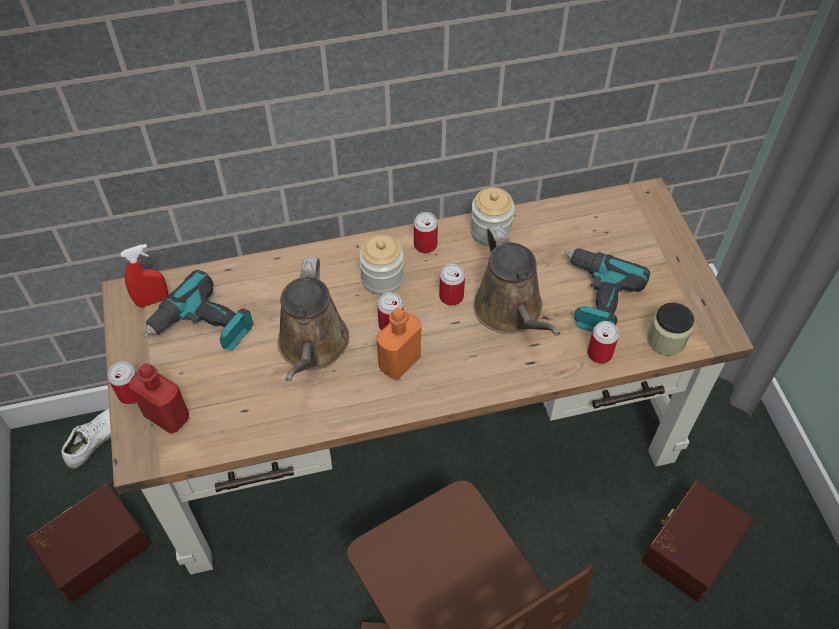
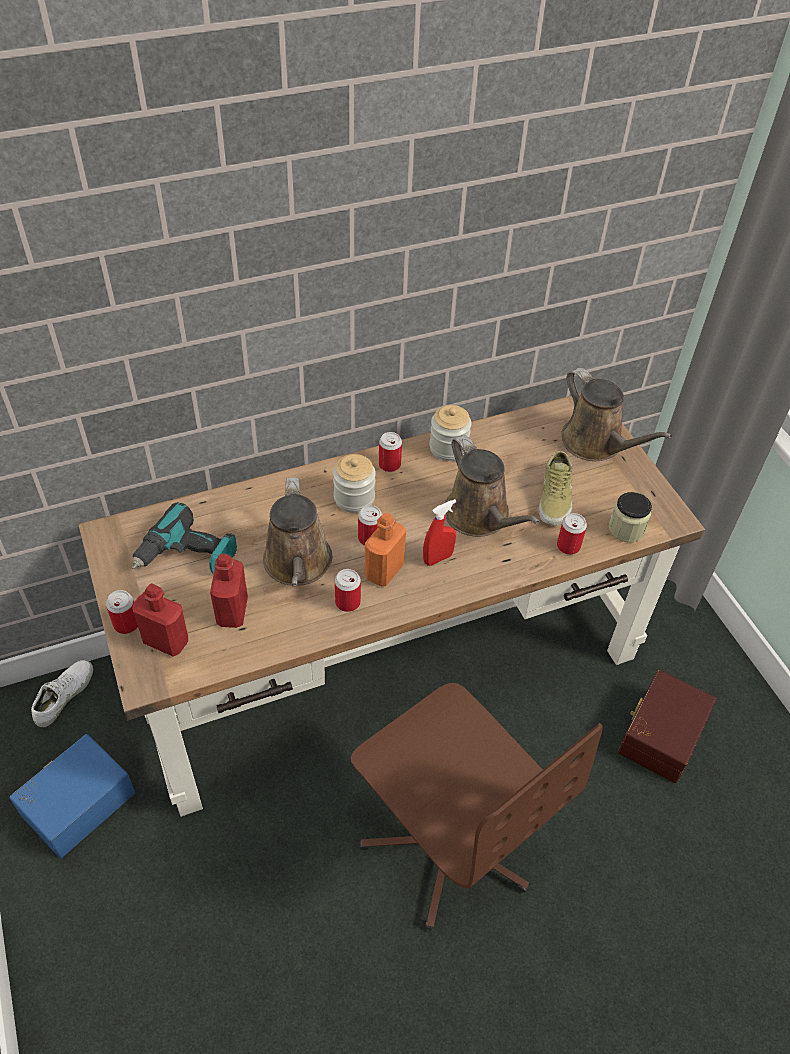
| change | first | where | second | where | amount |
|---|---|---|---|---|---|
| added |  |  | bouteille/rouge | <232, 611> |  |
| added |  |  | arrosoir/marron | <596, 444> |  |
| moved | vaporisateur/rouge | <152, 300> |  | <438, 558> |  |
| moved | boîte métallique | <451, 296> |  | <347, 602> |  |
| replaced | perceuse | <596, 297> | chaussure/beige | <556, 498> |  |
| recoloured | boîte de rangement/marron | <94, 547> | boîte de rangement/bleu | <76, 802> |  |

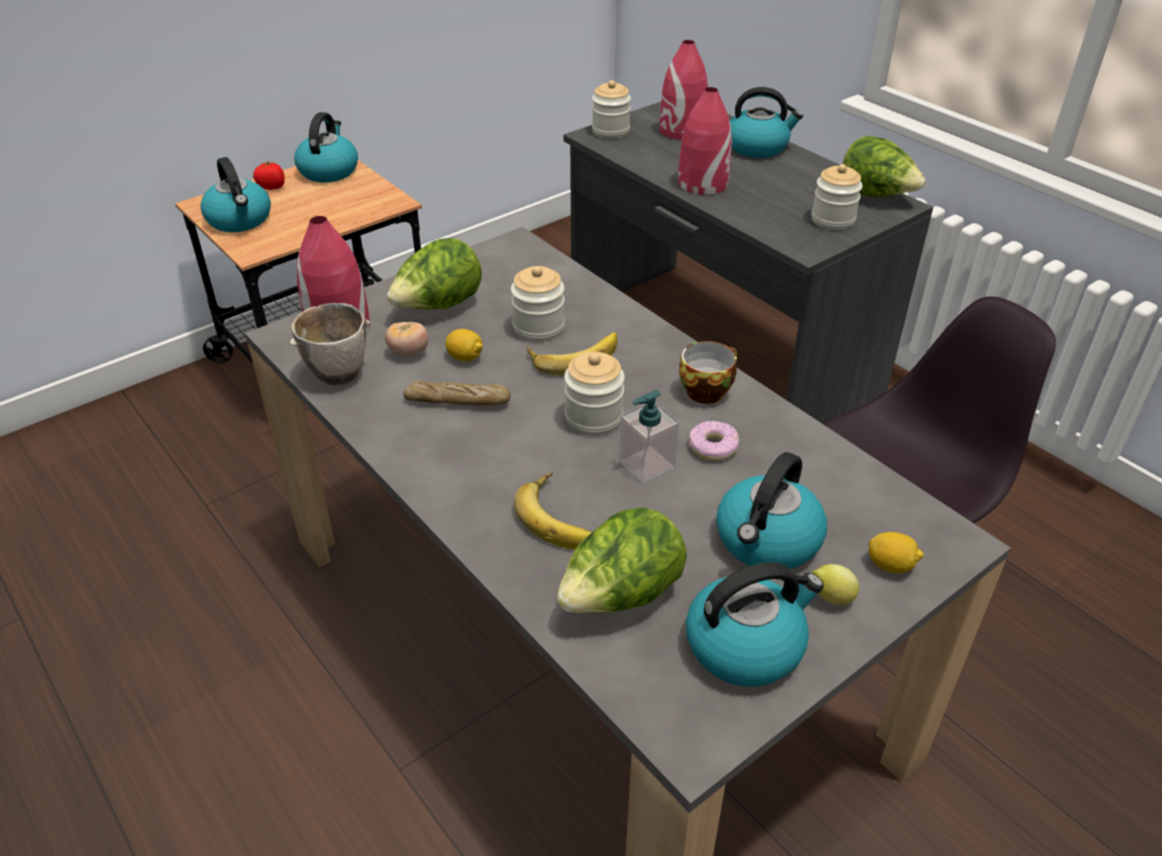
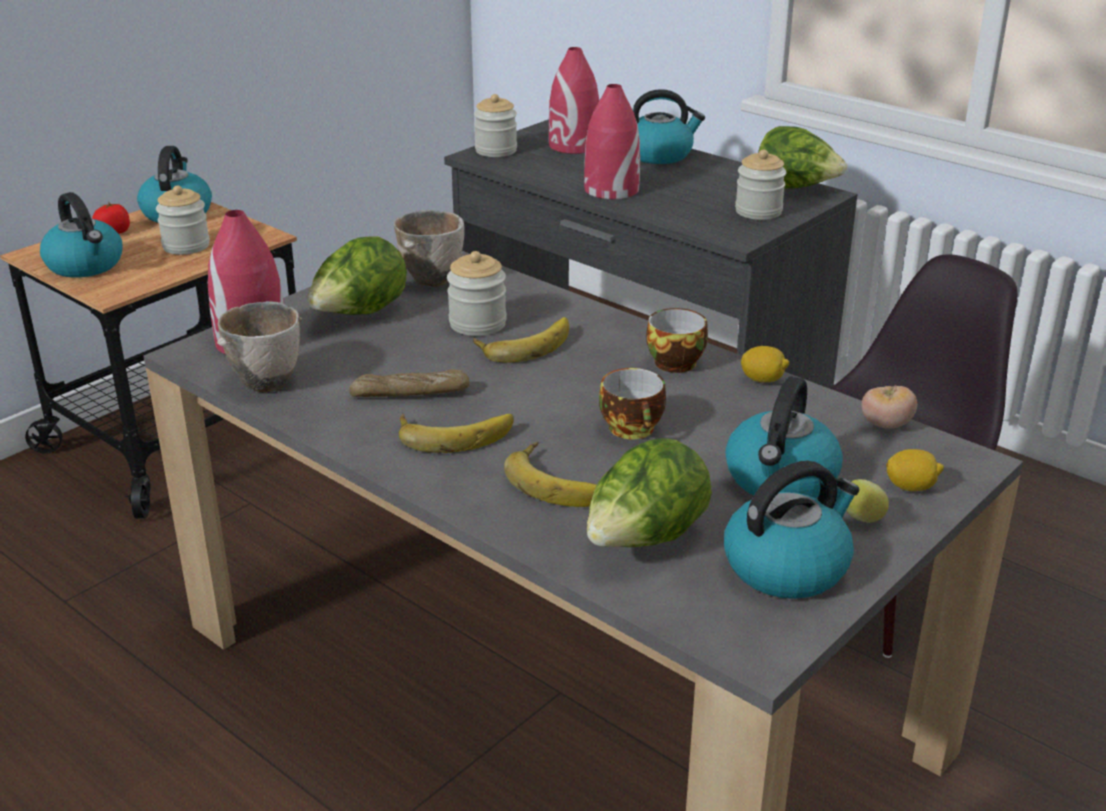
| change | first | where | second | where | amount |
|---|---|---|---|---|---|
| removed | beignet | <713, 447> |  |  |  |
| added |  |  | bol | <434, 279> |  |
| added |  |  | banane | <455, 433> |  |
| moved | tomate | <409, 353> |  | <886, 424> |  |
| moved | citron | <465, 357> |  | <763, 379> |  |
| moved | bocal | <594, 418> |  | <186, 246> |  |
| replaced | distributeur de savon | <646, 465> | tasse | <634, 429> |  |

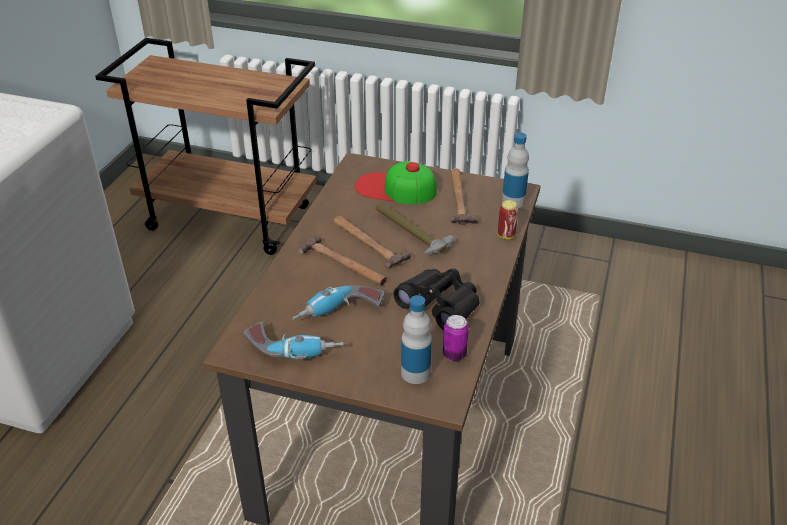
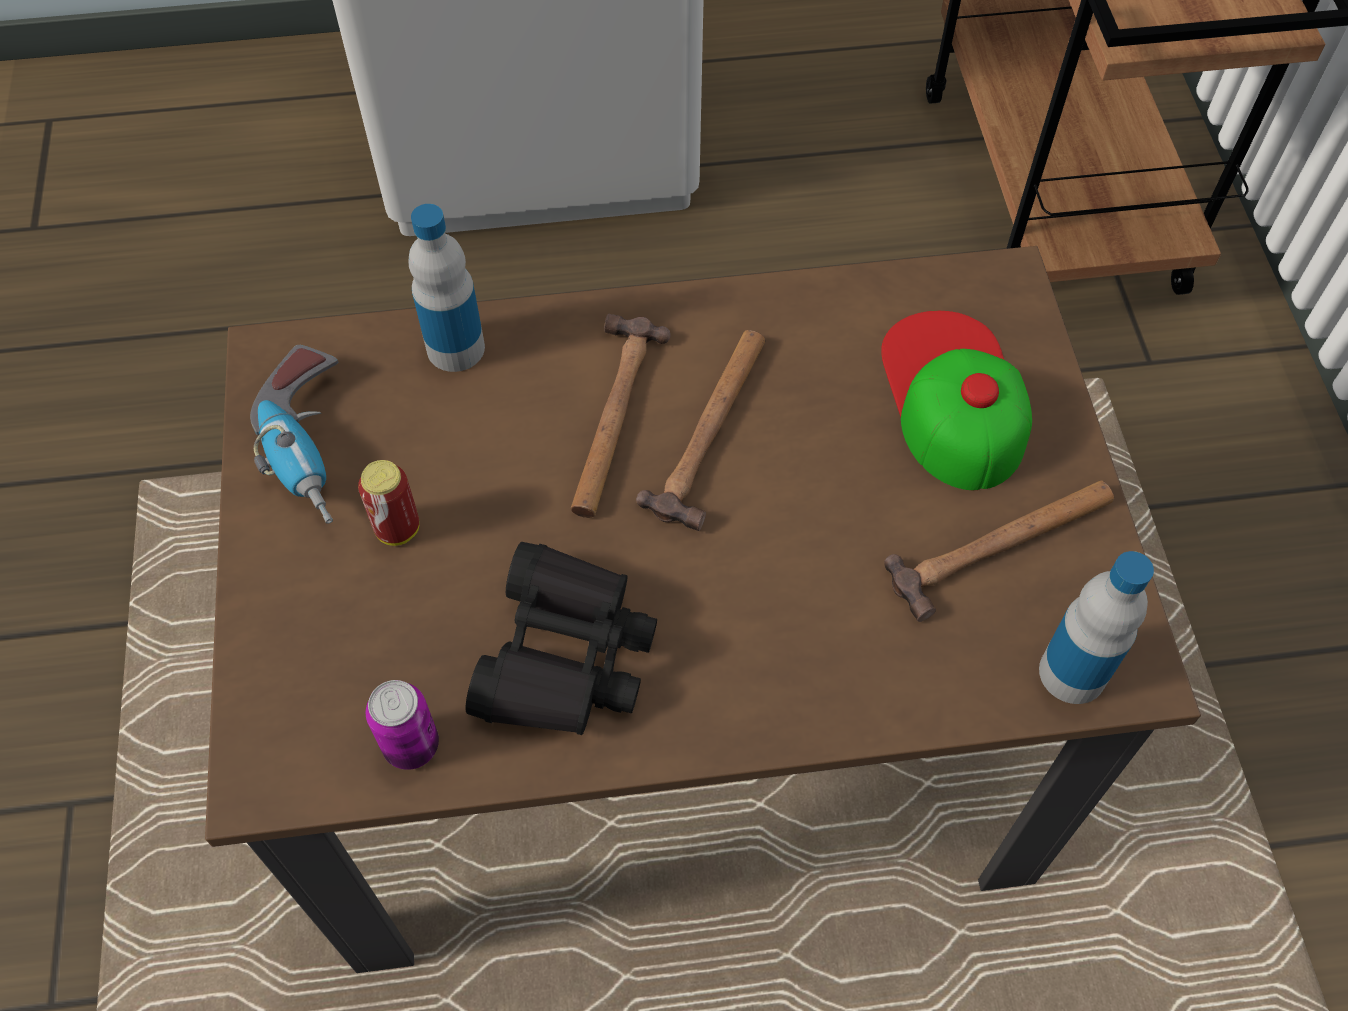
| change | first | where | second | where | amount |
|---|---|---|---|---|---|
| removed | perceuse | <338, 313> |  |  |  |
| removed | marteau | <410, 233> |  |  |  |
| moved | bouteille | <415, 373> |  | <455, 348> |  |
| moved | boîte métallique | <506, 235> |  | <398, 529> |  |

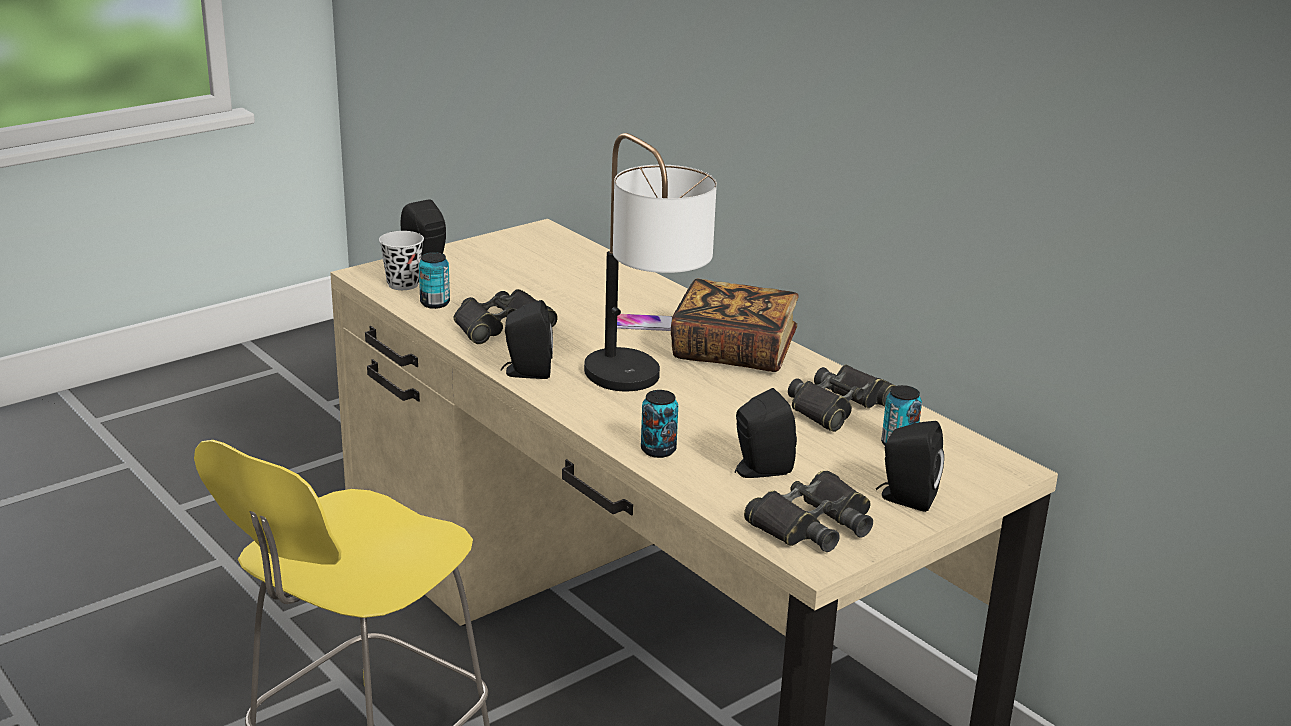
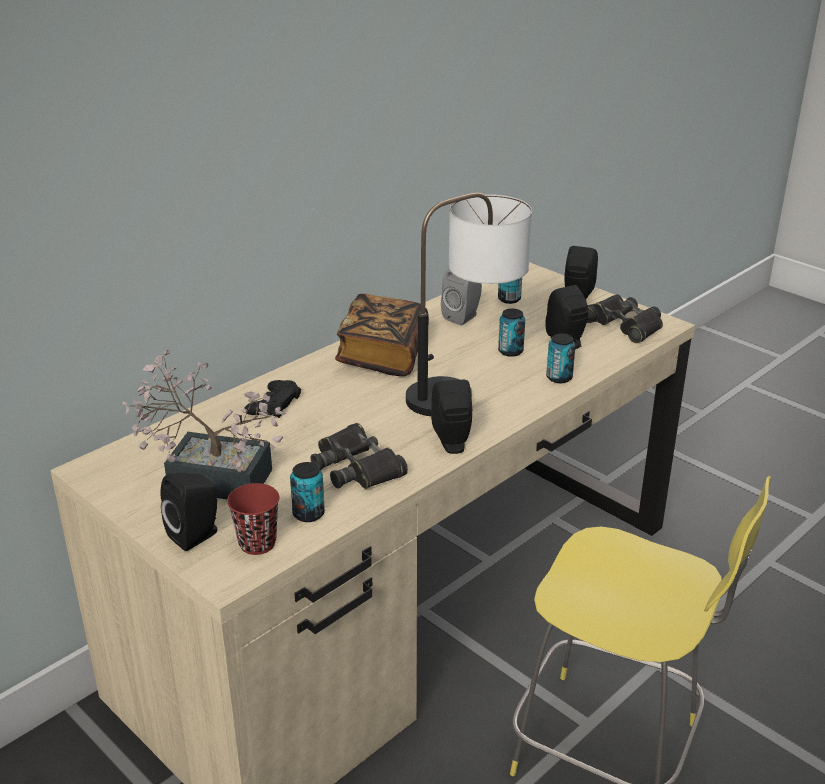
| change | first | where | second | where | amount |
|---|---|---|---|---|---|
| removed | téléphone | <640, 324> |  |  |  |
| added |  |  | plante en pot | <209, 477> |  |
| added |  |  | manette/noir | <274, 404> |  |
| added |  |  | boîte métallique | <510, 351> |  |
| replaced | jumelles/noir | <837, 407> | enceinte/gris | <463, 317> |  |
| recoloured | tasse/noir | <403, 284> | tasse/rouge | <257, 543> |  |

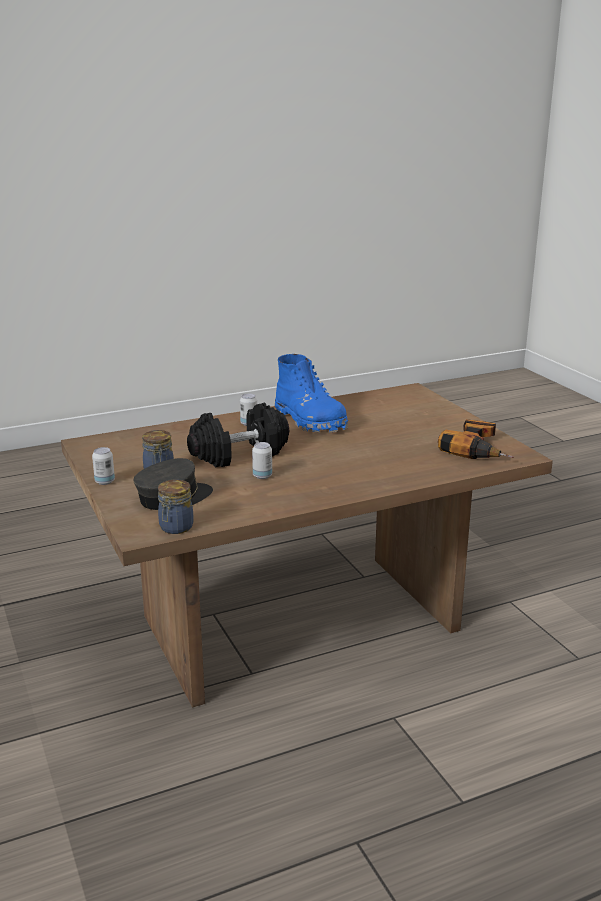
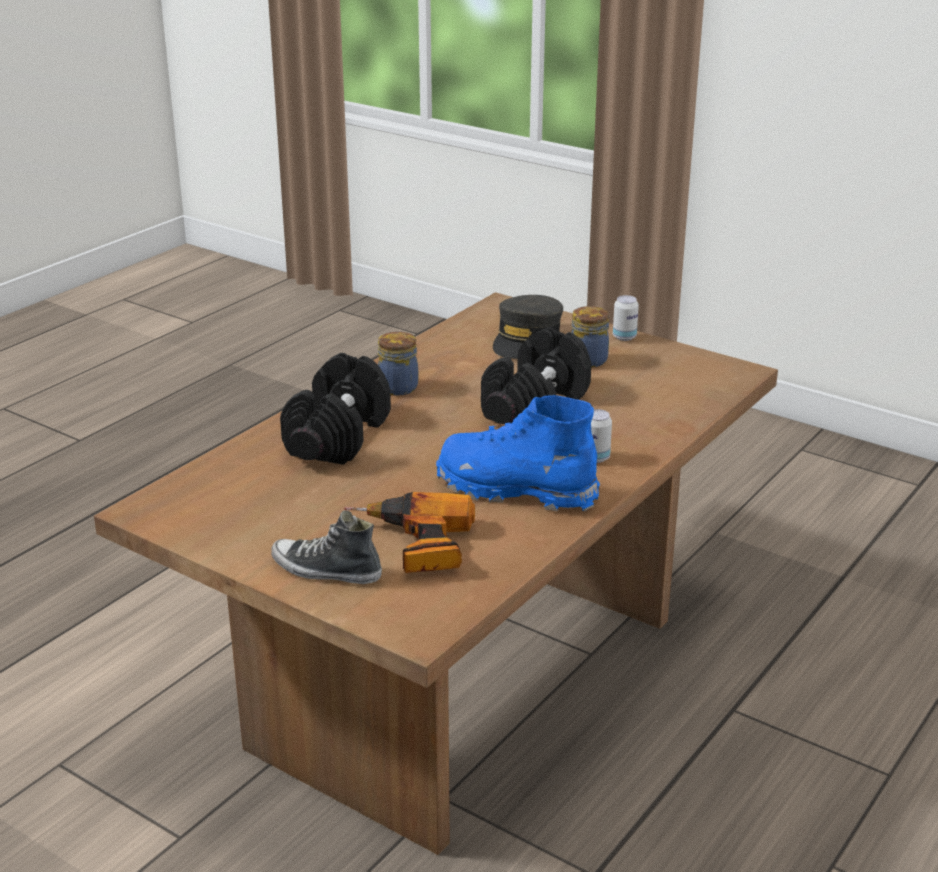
| change | first | where | second | where | amount |
|---|---|---|---|---|---|
| removed | boîte métallique | <262, 476> |  |  |  |
| added |  |  | chaussure | <326, 571> |  |
| added |  |  | haltère/noir | <338, 437> |  |
| moved | bocal | <175, 528> |  | <398, 387> |  |
| moved | perceuse | <478, 449> |  | <415, 547> |  |

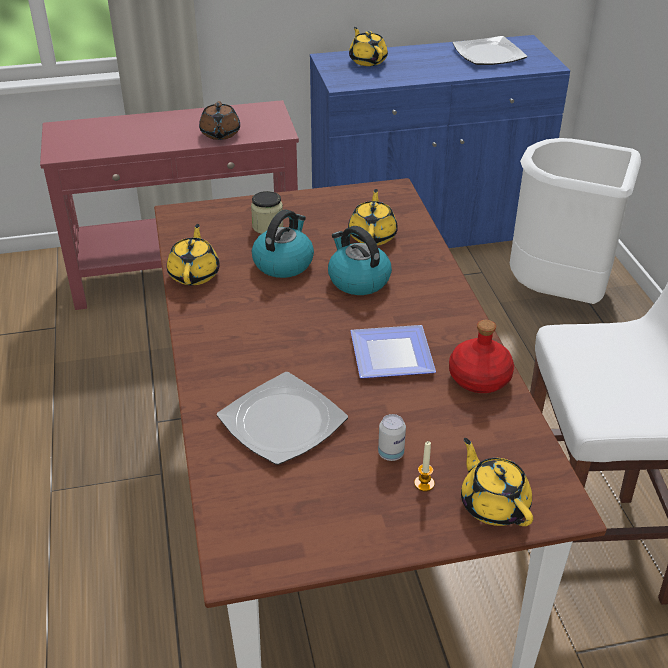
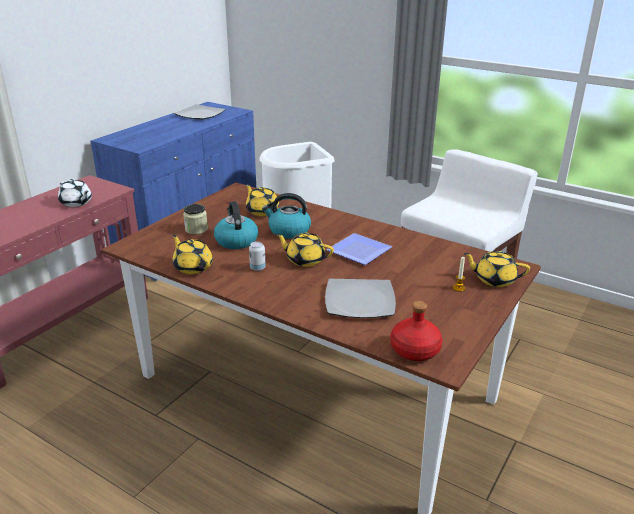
| change | first | where | second | where | amount |
|---|---|---|---|---|---|
| moved | théière/jaune | <367, 60> |  | <305, 260> |  |
| moved | boîte métallique | <391, 453> |  | <257, 268> |  |
| moved | bouteille/rouge | <478, 377> |  | <414, 350> |  |
| recoloured | théière/marron | <220, 134> | théière/blanc | <76, 203> |  |

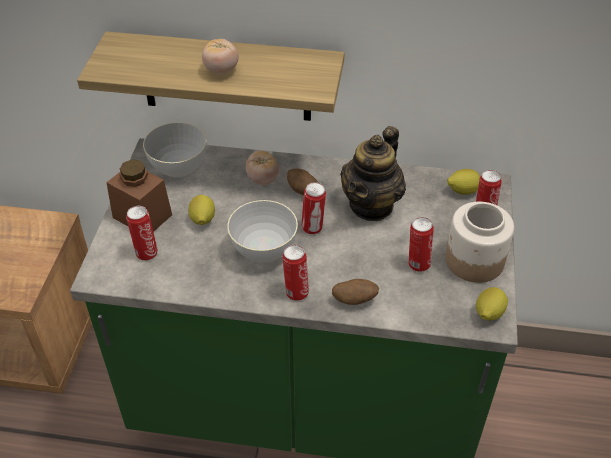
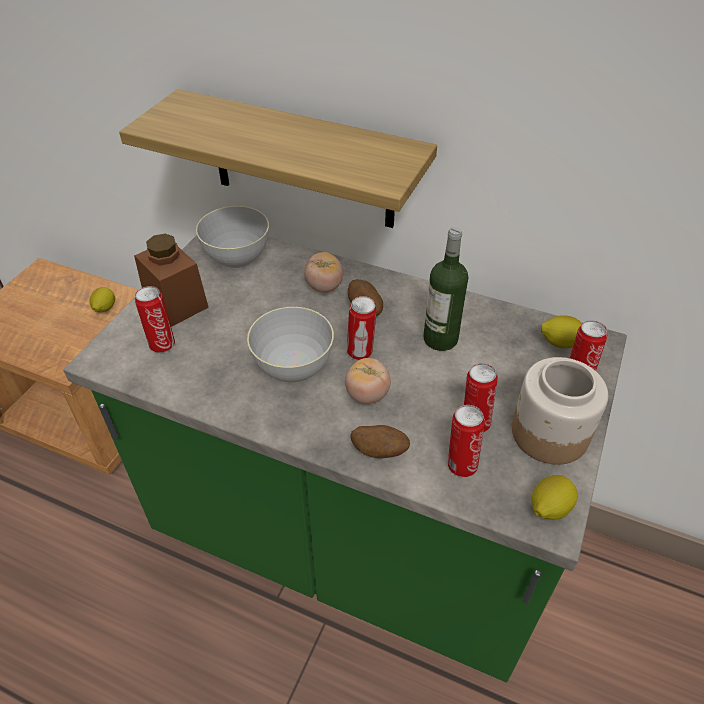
| change | first | where | second | where | amount |
|---|---|---|---|---|---|
| moved | citron | <202, 220> |  | <104, 308> |  |
| moved | tomate | <221, 70> |  | <367, 394> |  |
| moved | boîte métallique | <296, 292> |  | <461, 464> |  |
| replaced | théière | <371, 205> | bouteille | <440, 339> |  |

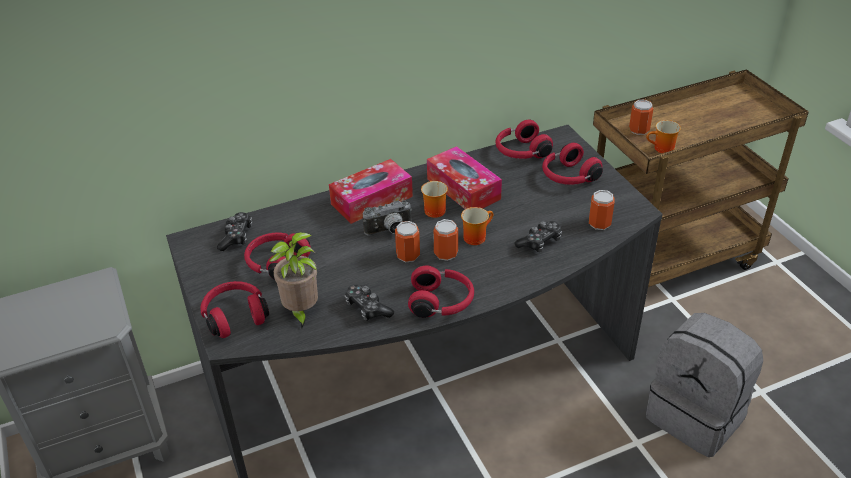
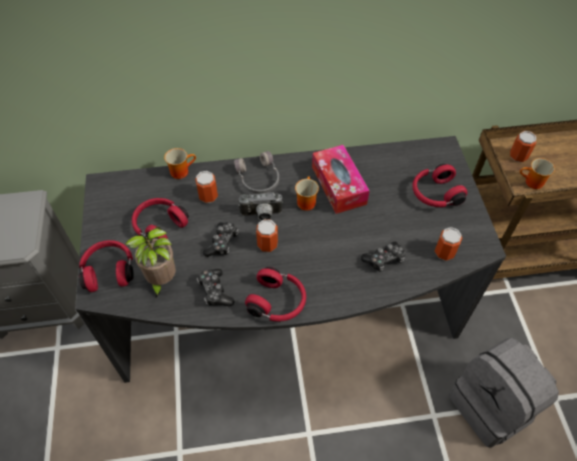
| change | first | where | second | where | amount |
|---|---|---|---|---|---|
| removed | casque audio/rouge | <521, 152> |  |  |  |
| moved | manette | <236, 237> |  | <222, 243> |  |
| moved | boîte métallique | <446, 253> |  | <208, 196> |  |
| moved | mug | <475, 236> |  | <181, 170> |  |
| replaced | boîte à mouchoirs | <372, 200> | casque audio/gris | <258, 179> |  |

